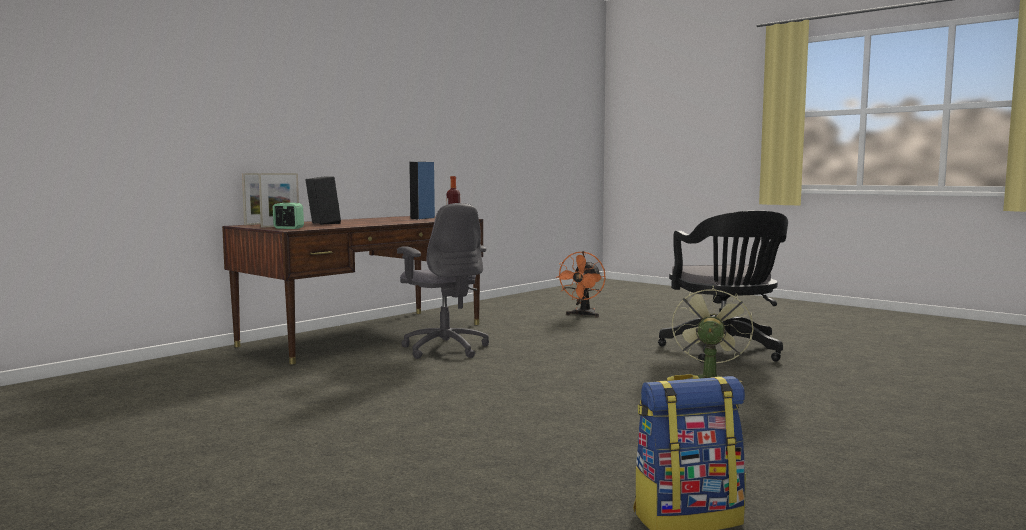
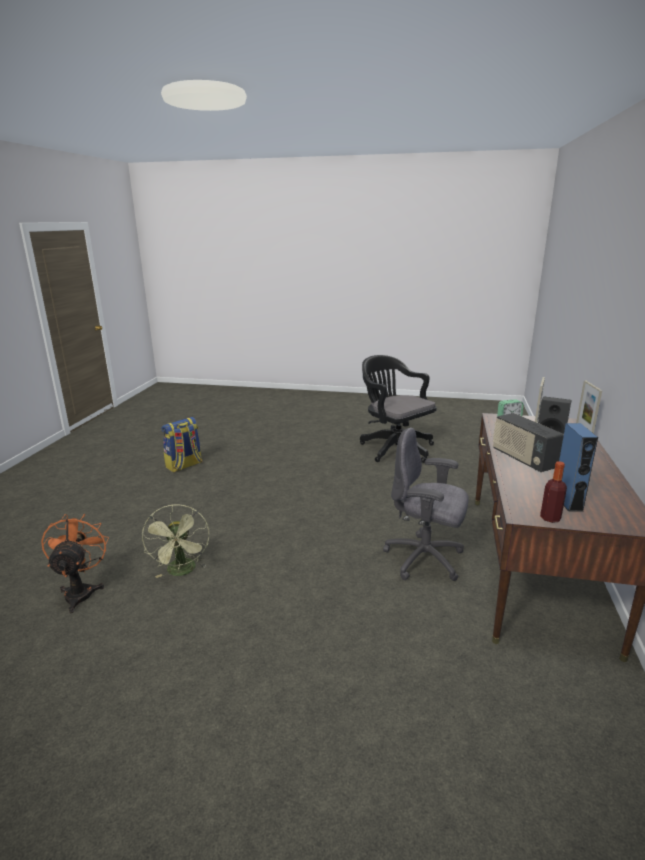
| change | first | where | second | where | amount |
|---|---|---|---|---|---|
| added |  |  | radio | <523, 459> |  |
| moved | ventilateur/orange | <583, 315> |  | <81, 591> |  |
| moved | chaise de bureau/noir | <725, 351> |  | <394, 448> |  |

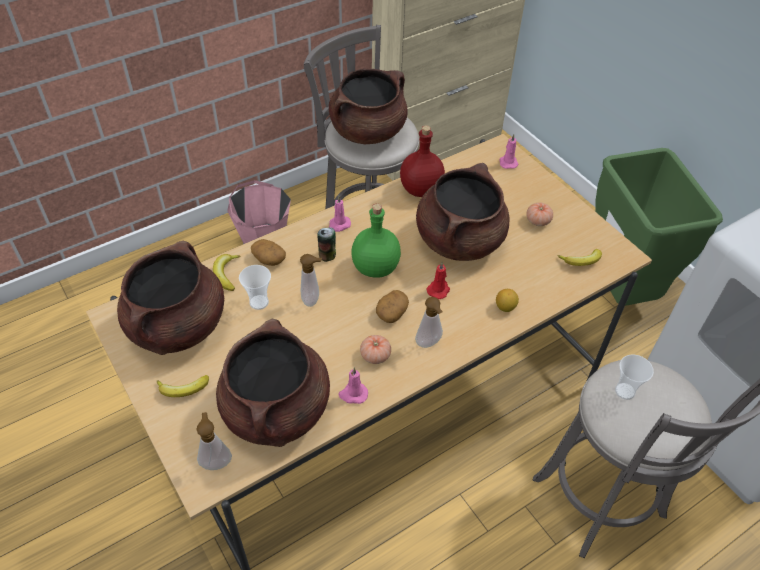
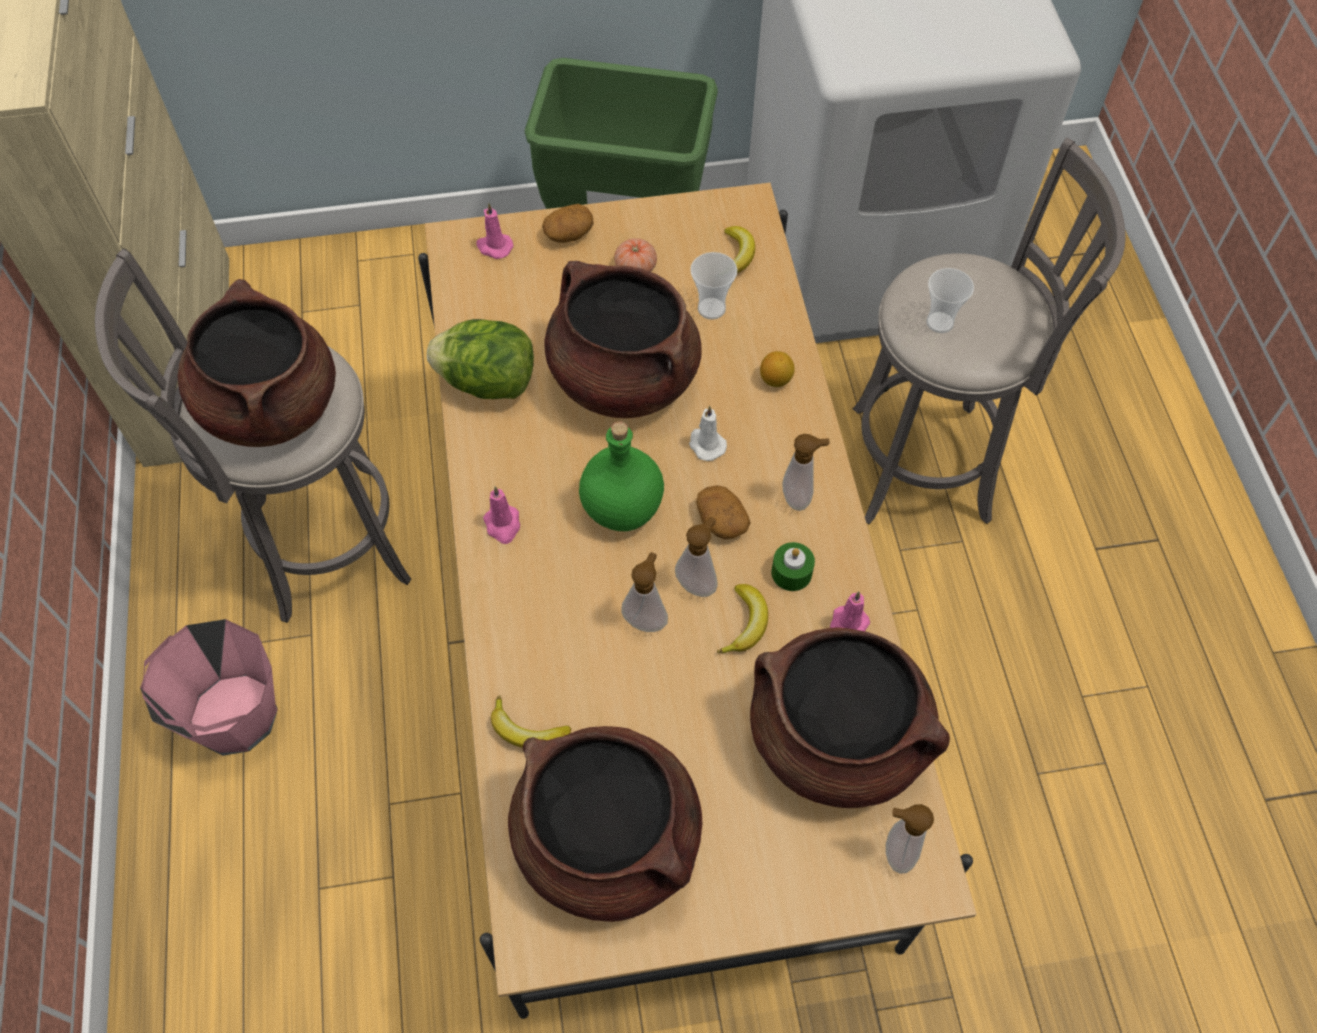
| change | first | where | second | where | amount |
|---|---|---|---|---|---|
| removed | boîte métallique | <327, 255> |  |  |  |
| added |  |  | distributeur de savon | <697, 583> |  |
| moved | banane | <183, 389> |  | <745, 623> |  |
| moved | tasse | <259, 302> |  | <711, 308> |  |
| moved | pomme de terre | <268, 259> |  | <568, 234> |  |
| replaced | tomate | <375, 355> | bougie/vert | <791, 573> |  |
| replaced | bouteille/rouge | <421, 190> | laitue | <488, 382> |  |
| recoloured | bougie/rouge | <439, 289> | bougie/blanc | <706, 444> |  |

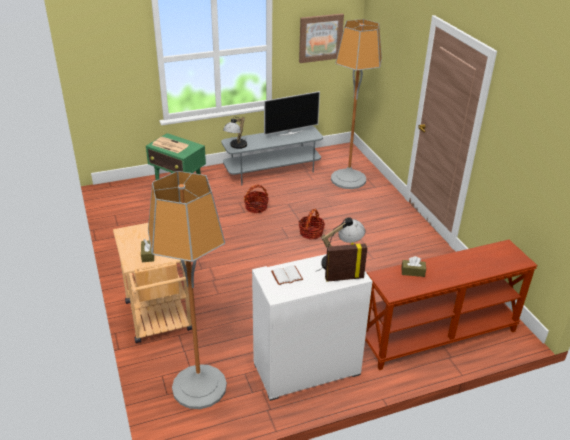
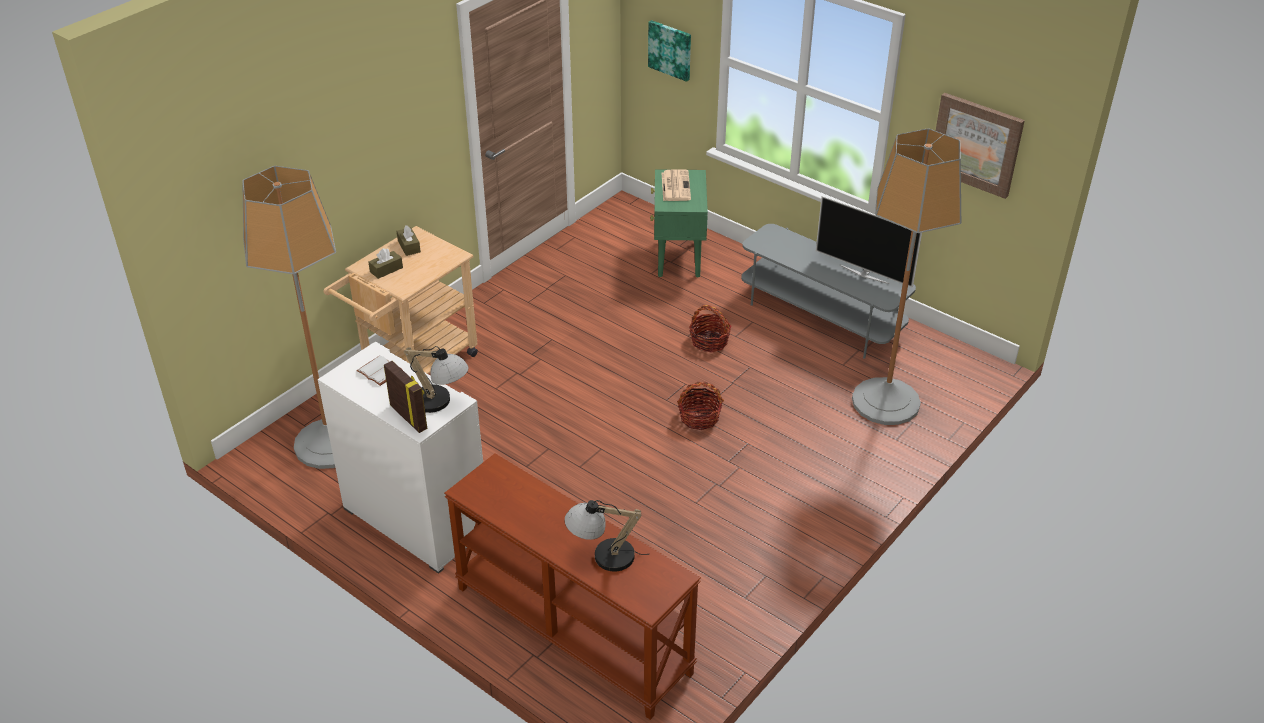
| change | first | where | second | where | amount |
|---|---|---|---|---|---|
| added |  |  | tableau | <670, 49> |  |
| moved | lampe de table | <236, 146> |  | <602, 557> |  |
| moved | boîte à mouchoirs/marron | <413, 272> |  | <409, 246> |  |

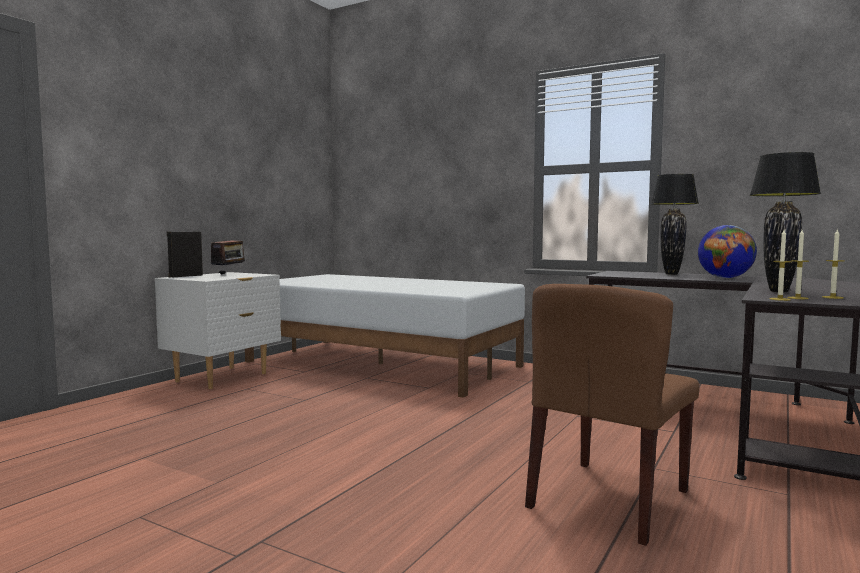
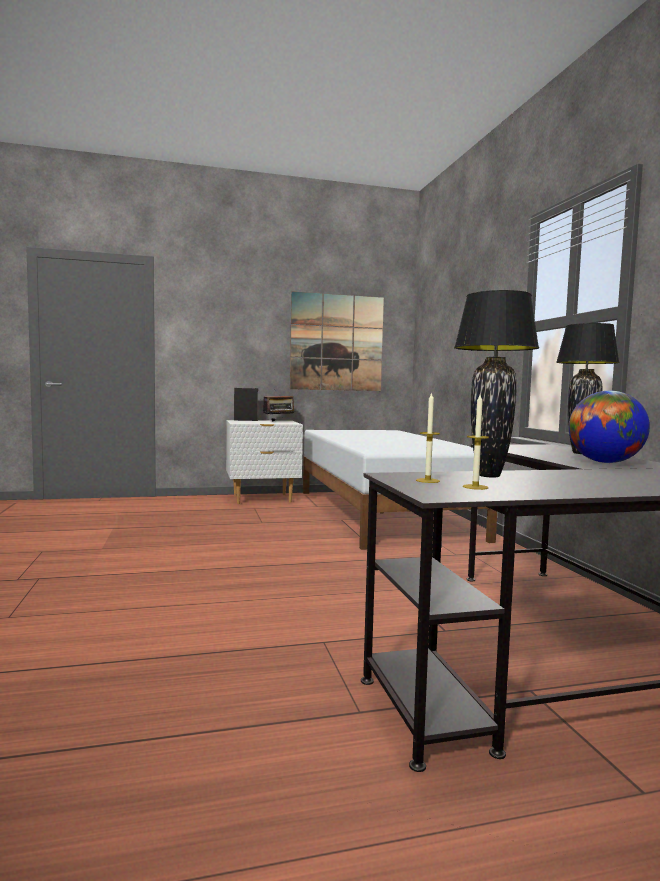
| change | first | where | second | where | amount |
|---|---|---|---|---|---|
| removed | chaise/marron | <609, 499> |  |  |  |
| removed | bougie | <780, 299> |  |  |  |
| added |  |  | tableau | <337, 342> |  |

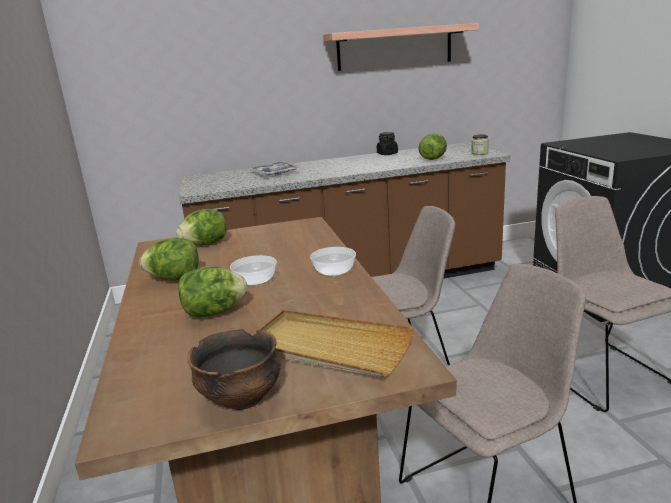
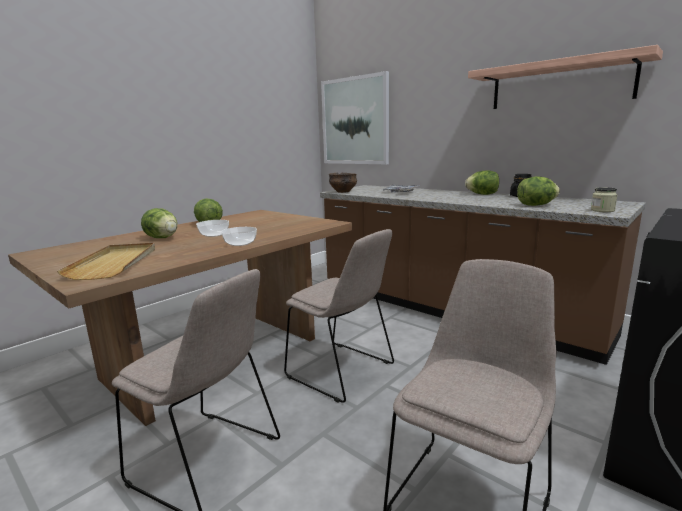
| change | first | where | second | where | amount |
|---|---|---|---|---|---|
| added |  |  | tableau | <355, 121> |  |
| moved | laitue | <205, 244> |  | <482, 194> |  |
| moved | bol | <242, 397> |  | <343, 191> |  |

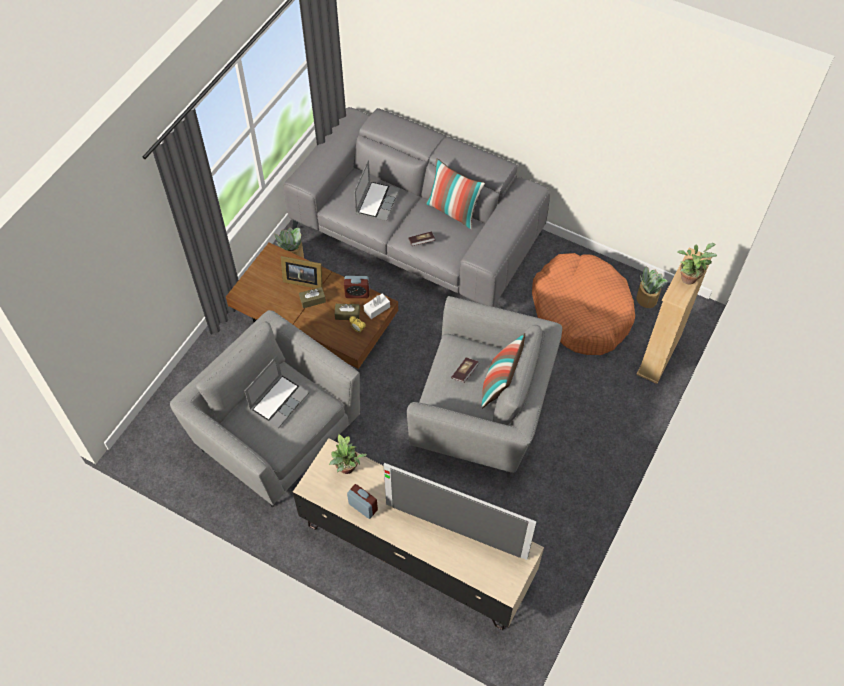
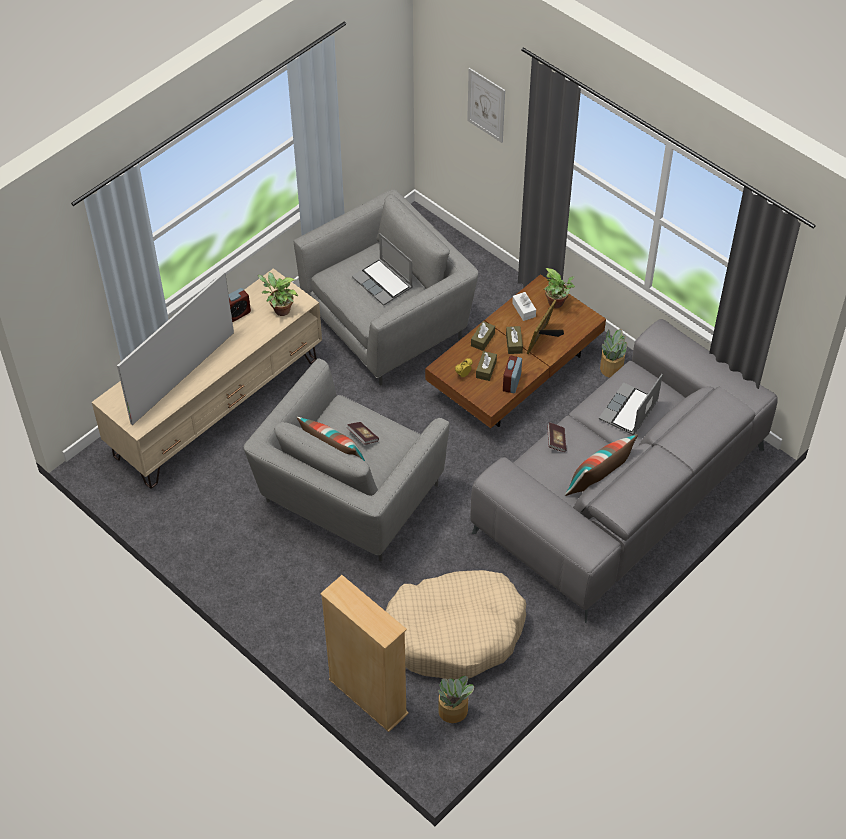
| change | first | where | second | where | amount |
|---|---|---|---|---|---|
| added |  |  | tableau | <486, 105> |  |
| added |  |  | boîte à mouchoirs/marron | <482, 339> |  |
| moved | boîte à mouchoirs/blanc | <377, 309> |  | <524, 310> |  |
| moved | plante en pot | <689, 276> |  | <557, 304> |  |
| recoloured | panier pour chien/orange | <581, 311> | panier pour chien/beige | <455, 632> |  |
| turned | ordinateur portable | <377, 201> |  | <629, 411> | 90 degrees clockwise |

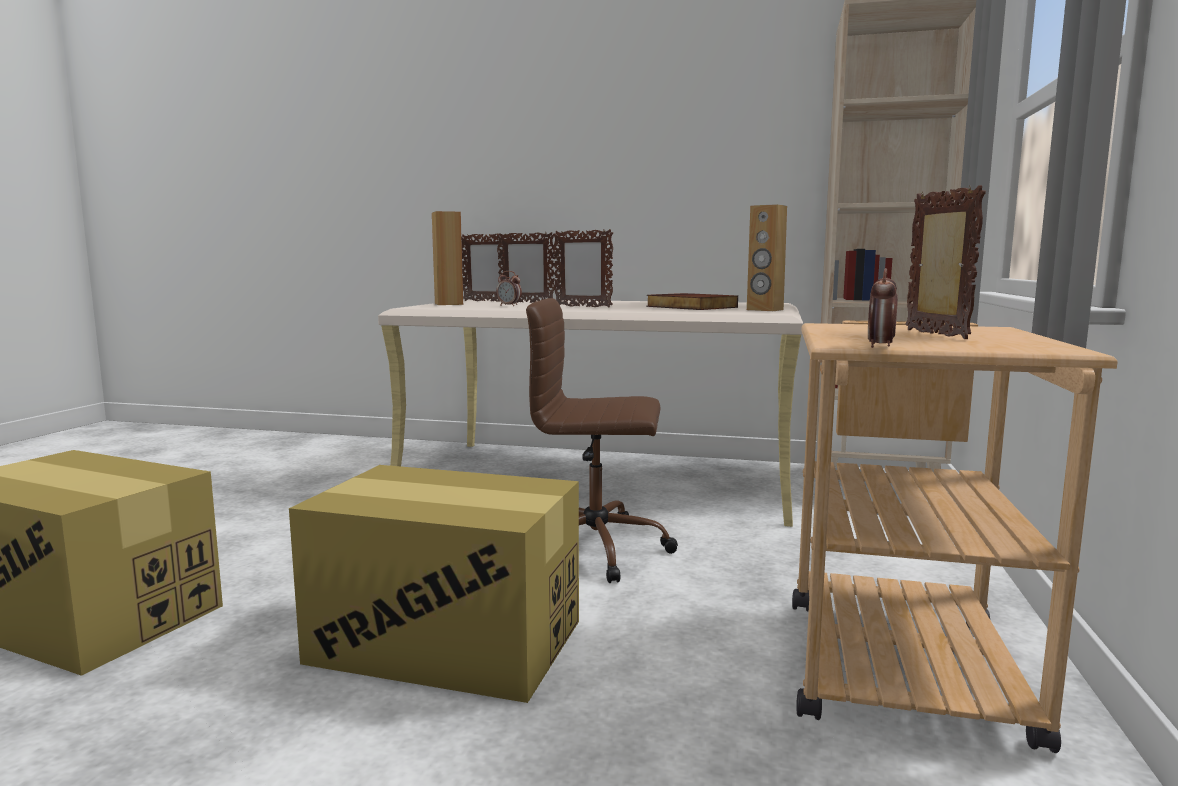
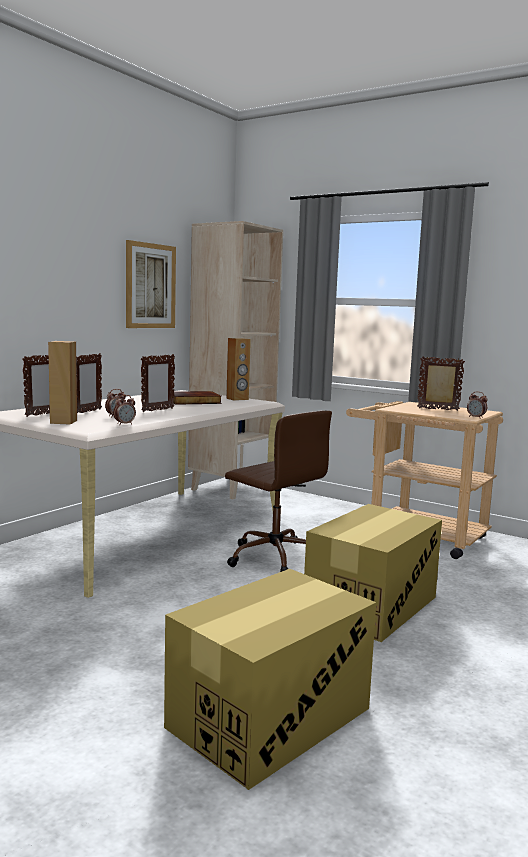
| change | first | where | second | where | amount |
|---|---|---|---|---|---|
| added |  |  | réveil | <124, 424> |  |
| added |  |  | tableau | <150, 286> |  |
| turned | chaise de bureau/marron | <598, 549> |  | <273, 557> | 75 degrees counterclockwise |

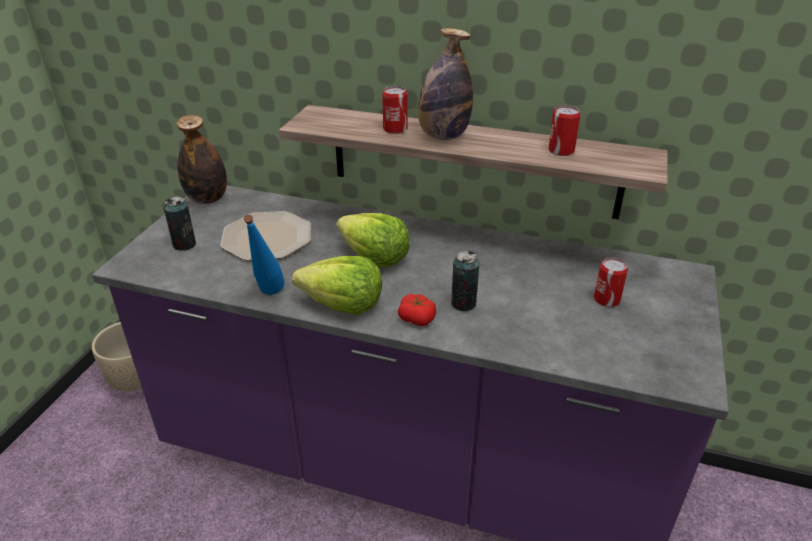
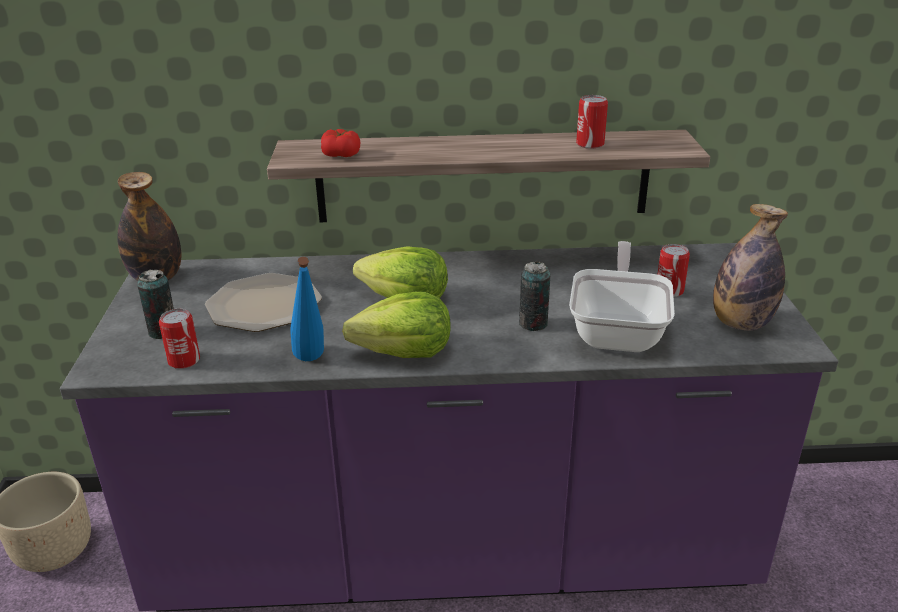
| change | first | where | second | where | amount |
|---|---|---|---|---|---|
| added |  |  | poêle | <618, 331> |  |
| moved | boîte métallique | <395, 129> |  | <184, 360> |  |
| moved | tomate | <417, 318> |  | <341, 154> |  |
| moved | bouteille | <443, 136> |  | <740, 324> |  |

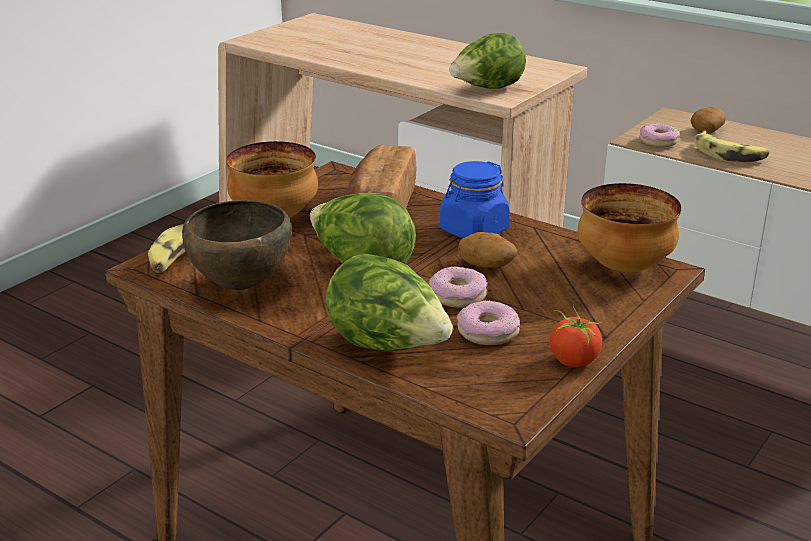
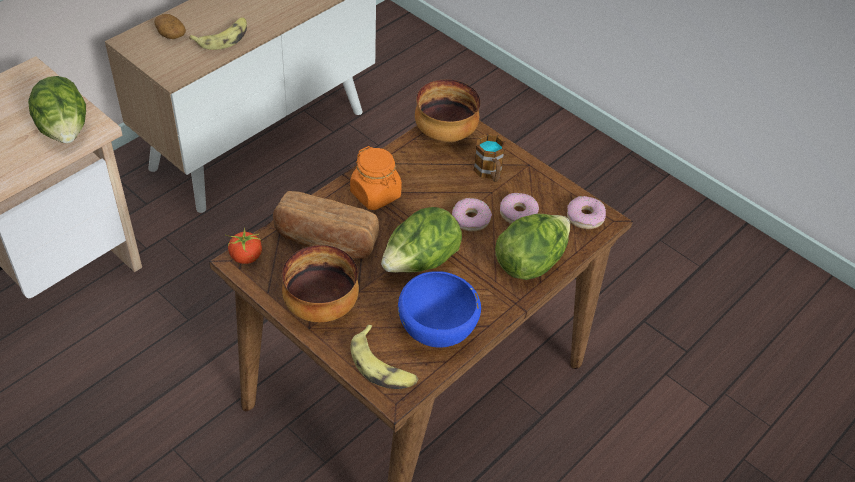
| change | first | where | second | where | amount |
|---|---|---|---|---|---|
| removed | pomme de terre | <487, 265> |  |  |  |
| added |  |  | mug | <489, 173> |  |
| moved | tomate | <573, 361> |  | <245, 257> |  |
| moved | beignet | <658, 141> |  | <585, 217> |  |
| recoloured | bol/marron | <241, 286> | bol/bleu | <437, 334> |  |
| recoloured | bocal/bleu | <473, 230> | bocal/orange | <376, 194> |  |

